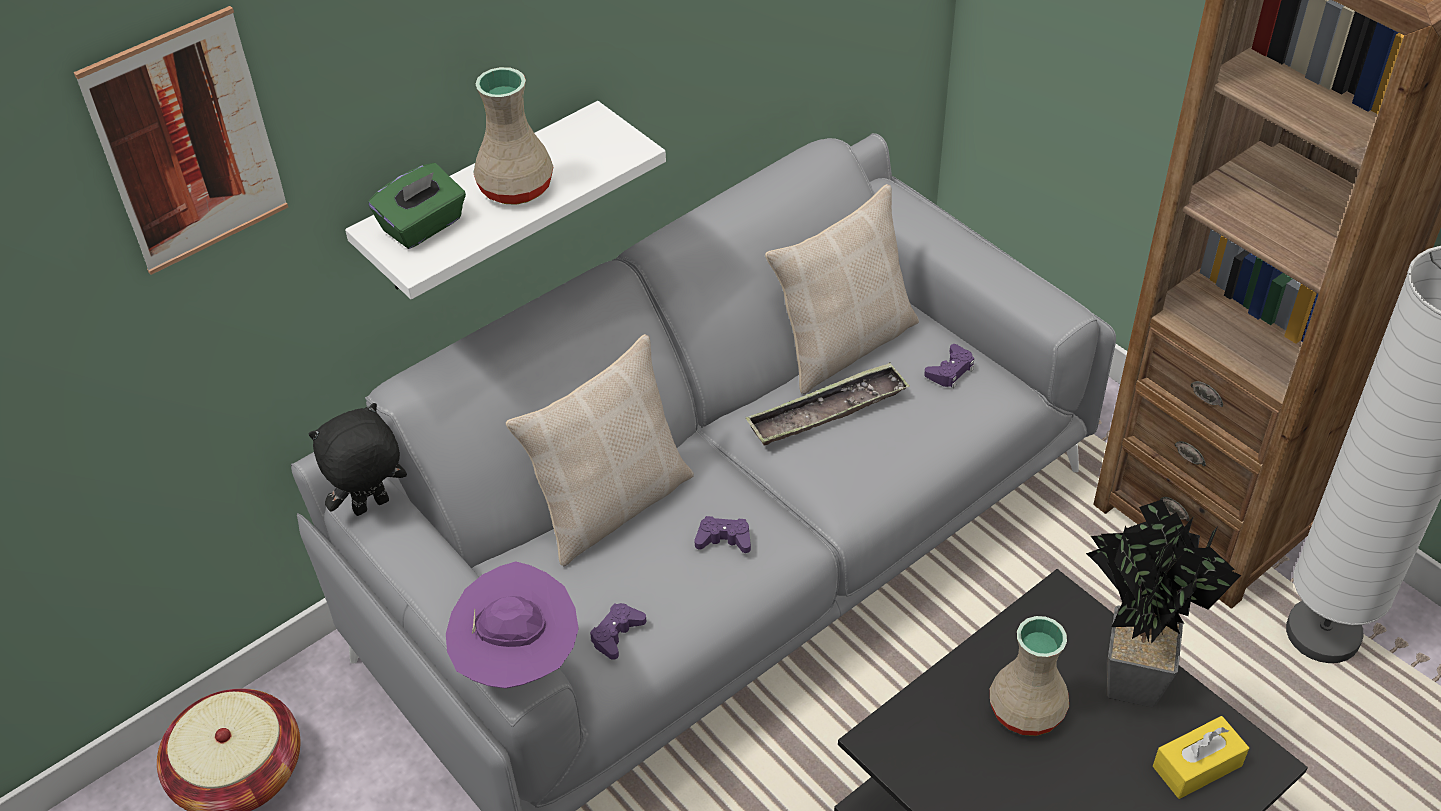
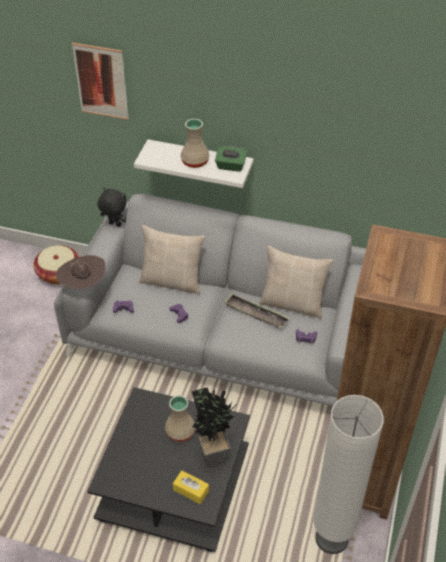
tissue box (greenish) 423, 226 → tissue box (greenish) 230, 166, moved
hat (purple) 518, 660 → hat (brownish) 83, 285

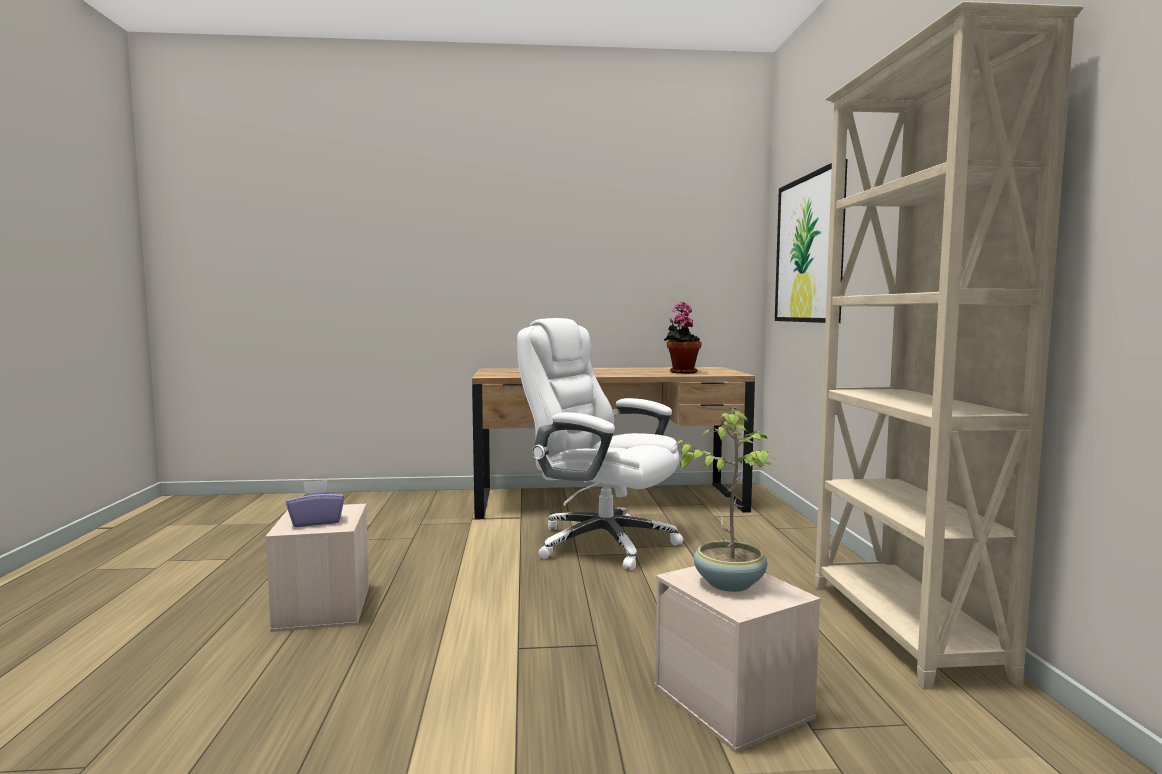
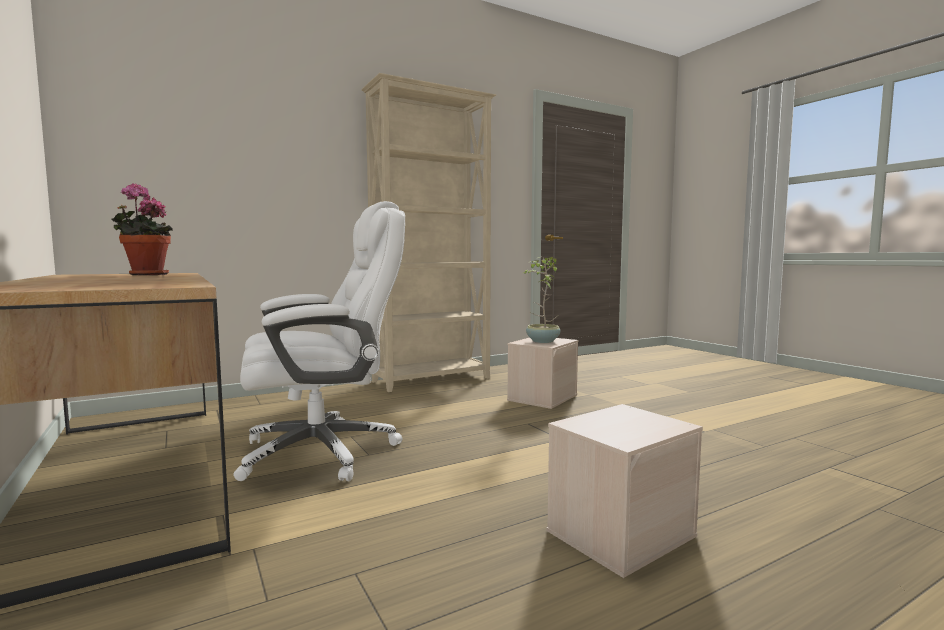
tissue box (purple) 316, 522 → -
wall art 810, 249 → -
desk chair (white-coloured) 601, 542 → desk chair (white-coloured) 323, 451, 120 degrees counterclockwise

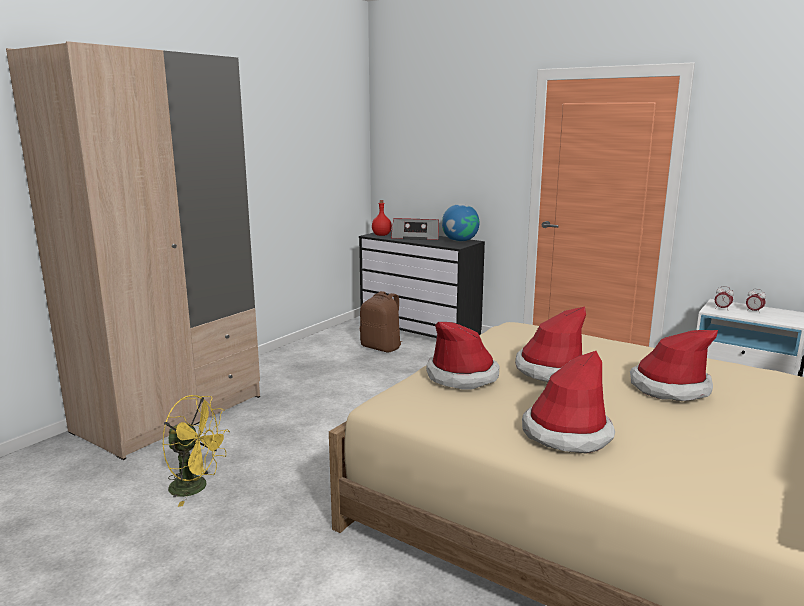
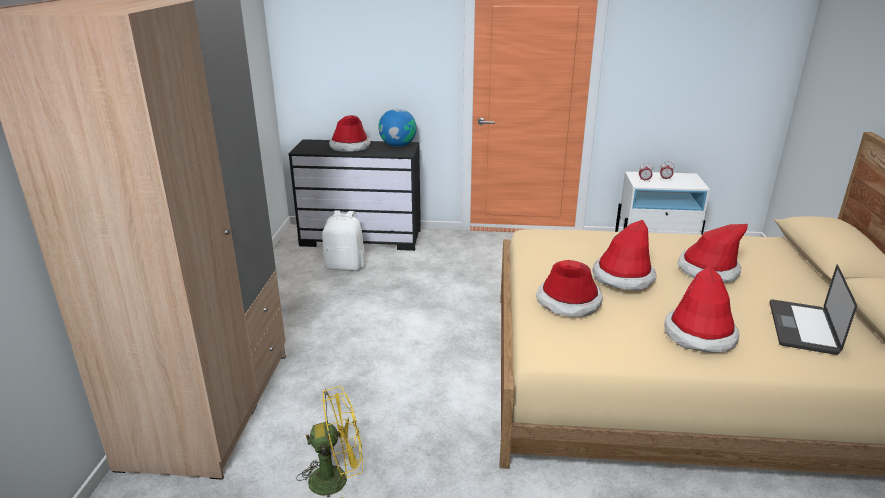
drink bottle (red-coloured) 381, 235 → -
- → notebook computer 802, 328
radio set 416, 237 → hat 350, 147
backpack (brownish) 382, 347 → backpack (white-coloured) 345, 266

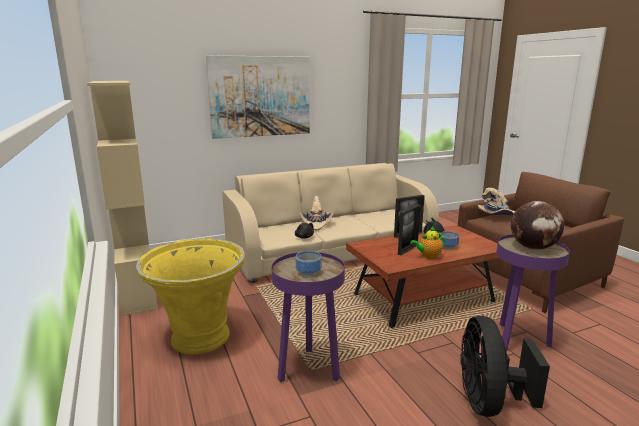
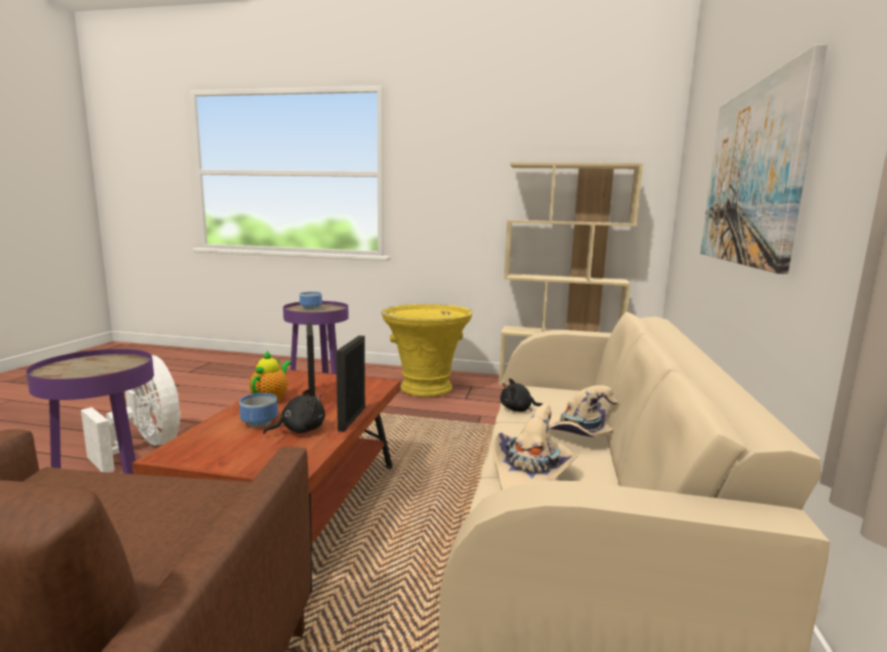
desk globe 533, 248 → -
hat (sand-coloured) 497, 215 → hat (sand-coloured) 530, 473, moved
fan (blackish) 489, 402 → fan (white-coloured) 145, 447

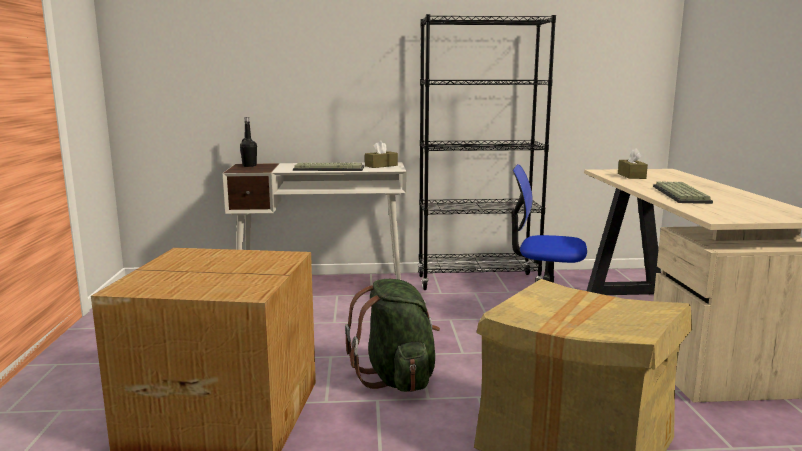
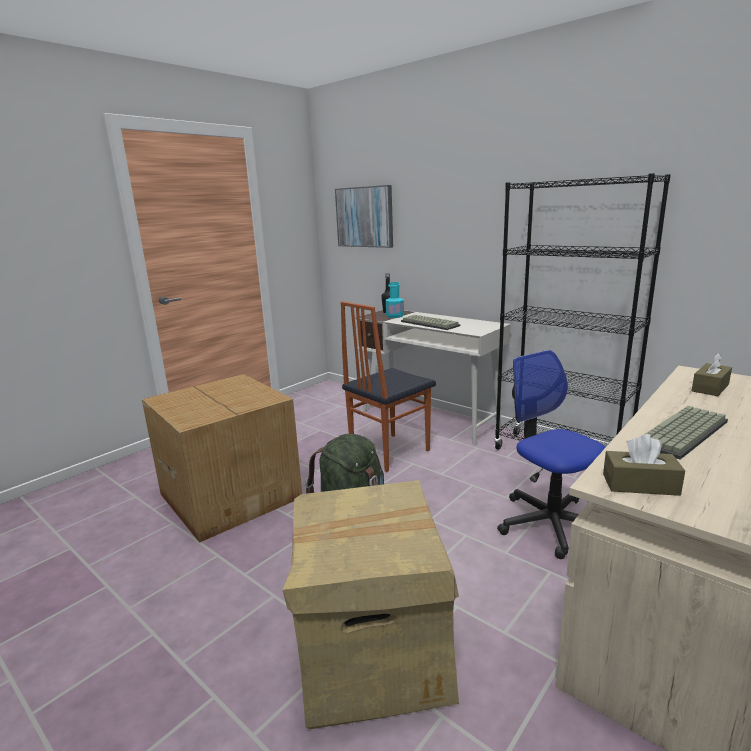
- → wall art 364, 217
- → plain chair 388, 452
- → drink bottle (turquoise-coloured) 395, 316
tissue box (brownish) 381, 166 → tissue box (brownish) 640, 484, moved

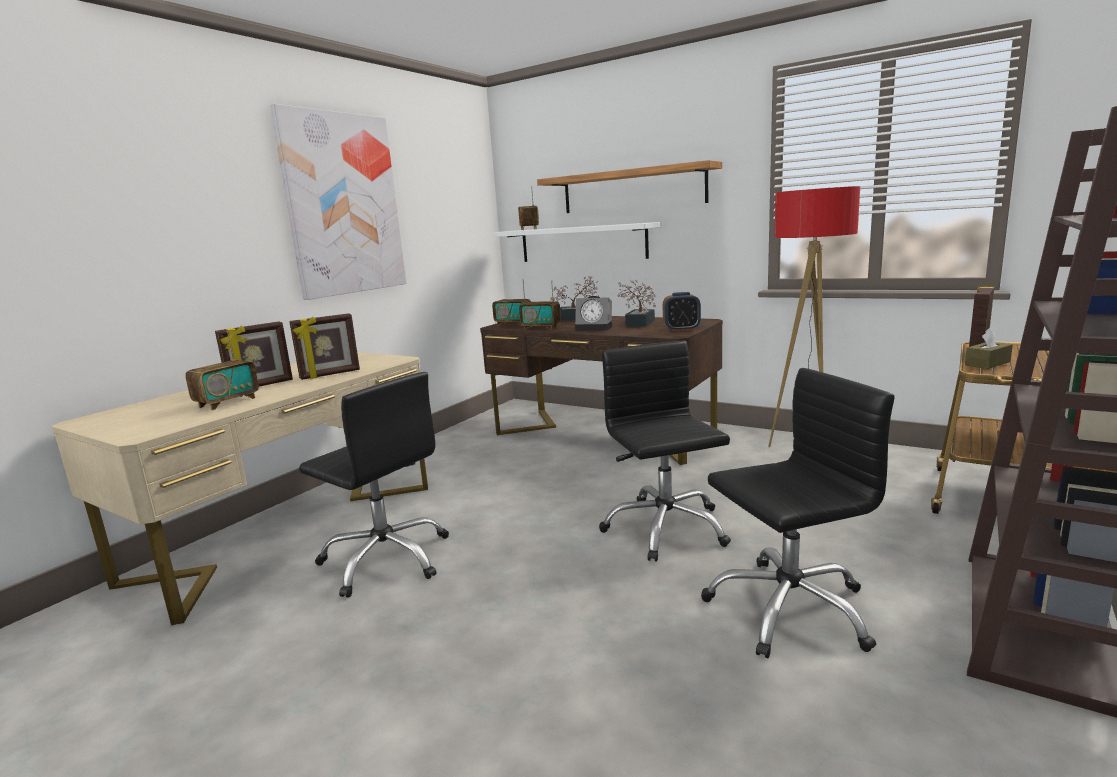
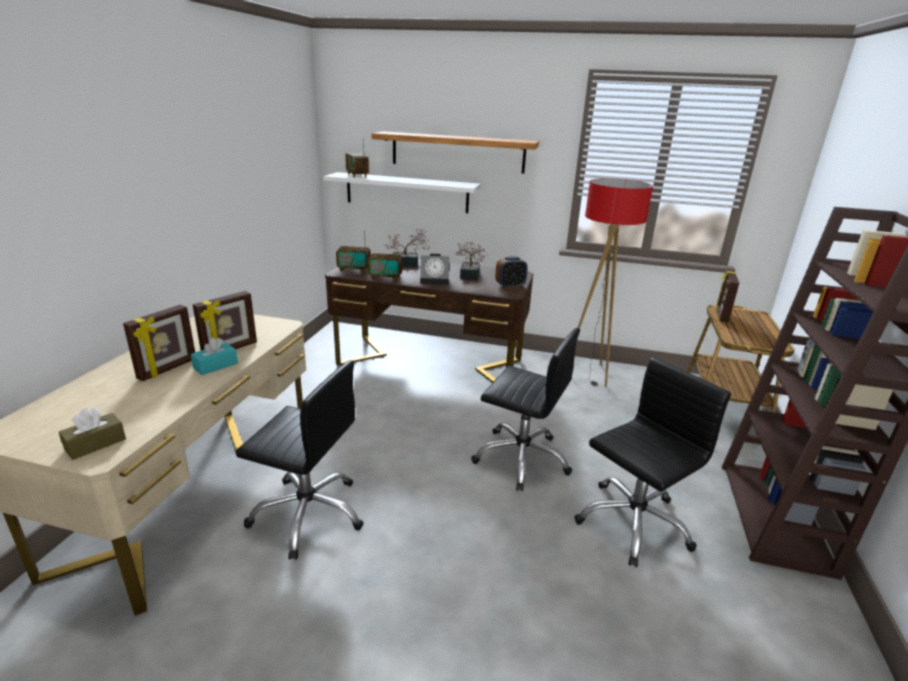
radio set 227, 402 → -
wall art 343, 205 → -
- → tissue box (turquoise-coloured) 215, 366
tissue box (brownish) 987, 363 → tissue box (brownish) 95, 444, moved
desk chair (blackish) 665, 528 → desk chair (blackish) 521, 458, 150 degrees clockwise

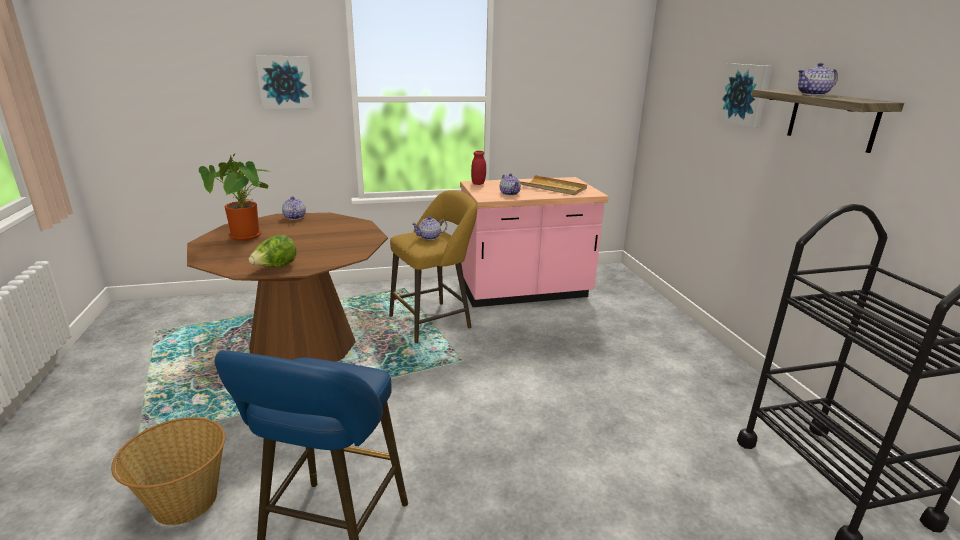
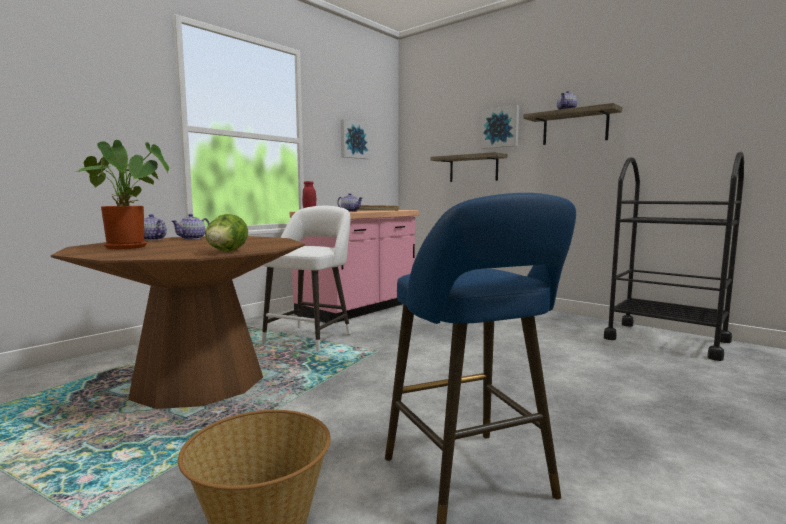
- → shelf 473, 168
wall art 285, 82 → wall art 354, 140, moved
teapot 430, 237 → teapot 192, 238, moved
sitting stool (yellow-coloured) 434, 321 → sitting stool (white-coloured) 310, 337

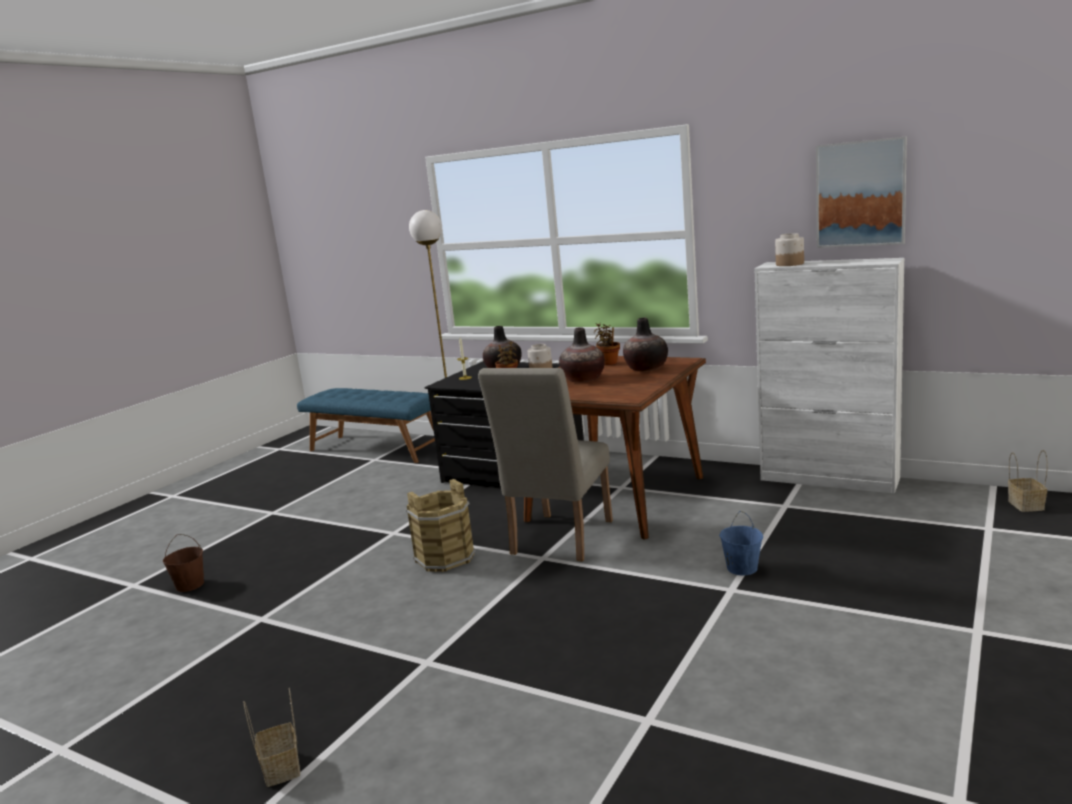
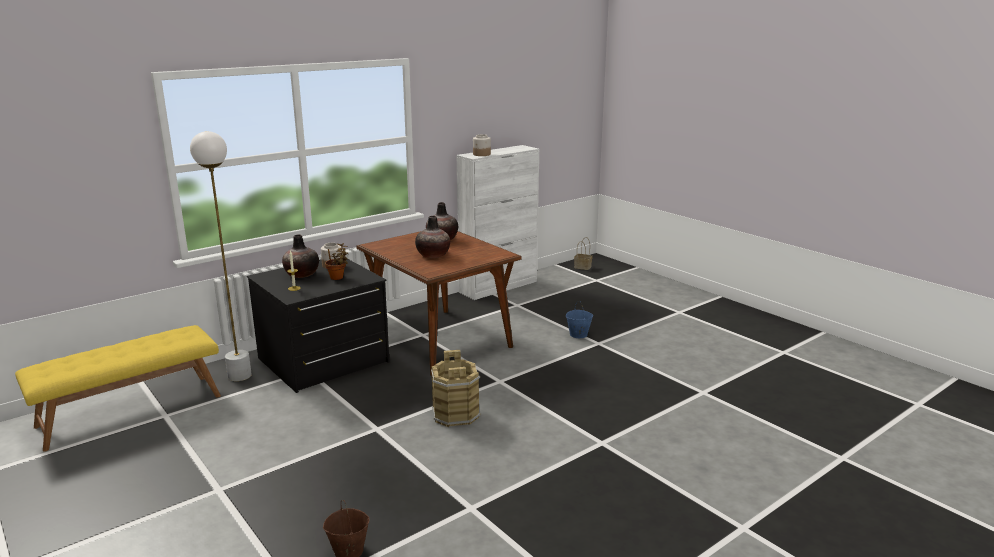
household basket 282, 769 → -
plain chair (sand-coloured) 558, 541 → -
houseplant 608, 363 → -
wall art 860, 194 → -
bench (blue-coloured) 376, 448 → bench (yellow-coloured) 130, 410

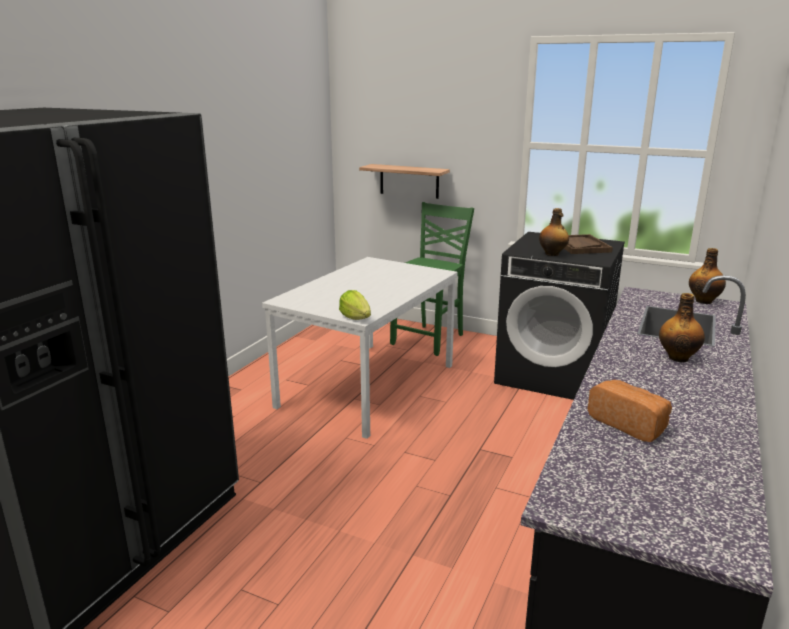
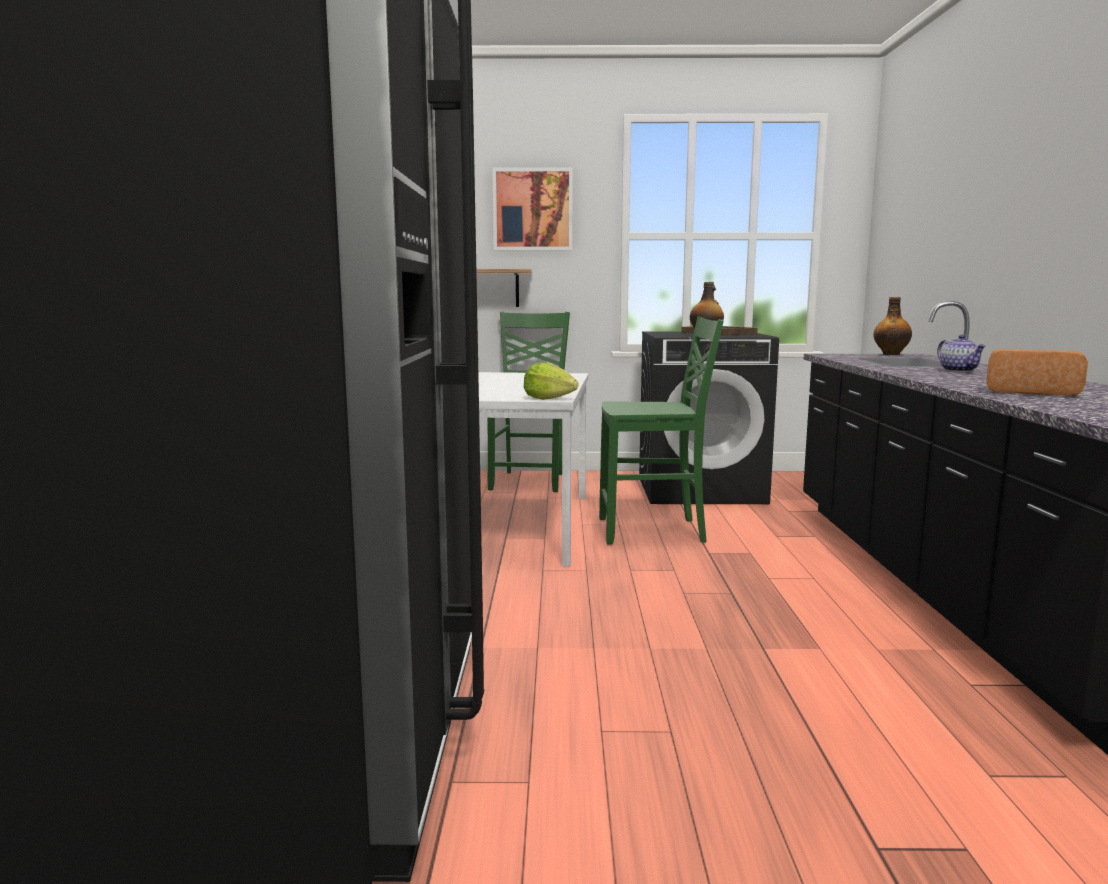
- → wall art 532, 209
- → plain chair (greenish) 653, 531
drink bottle 678, 357 → teapot 959, 371

